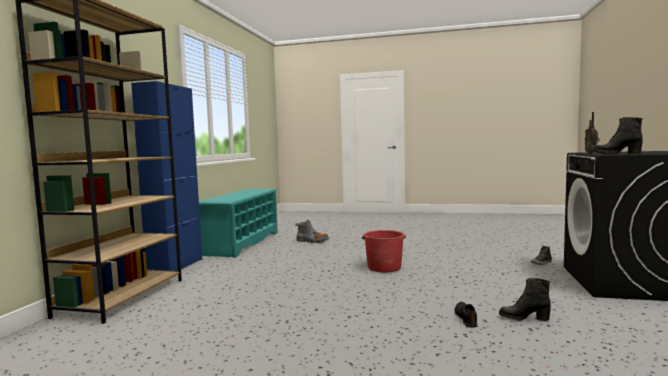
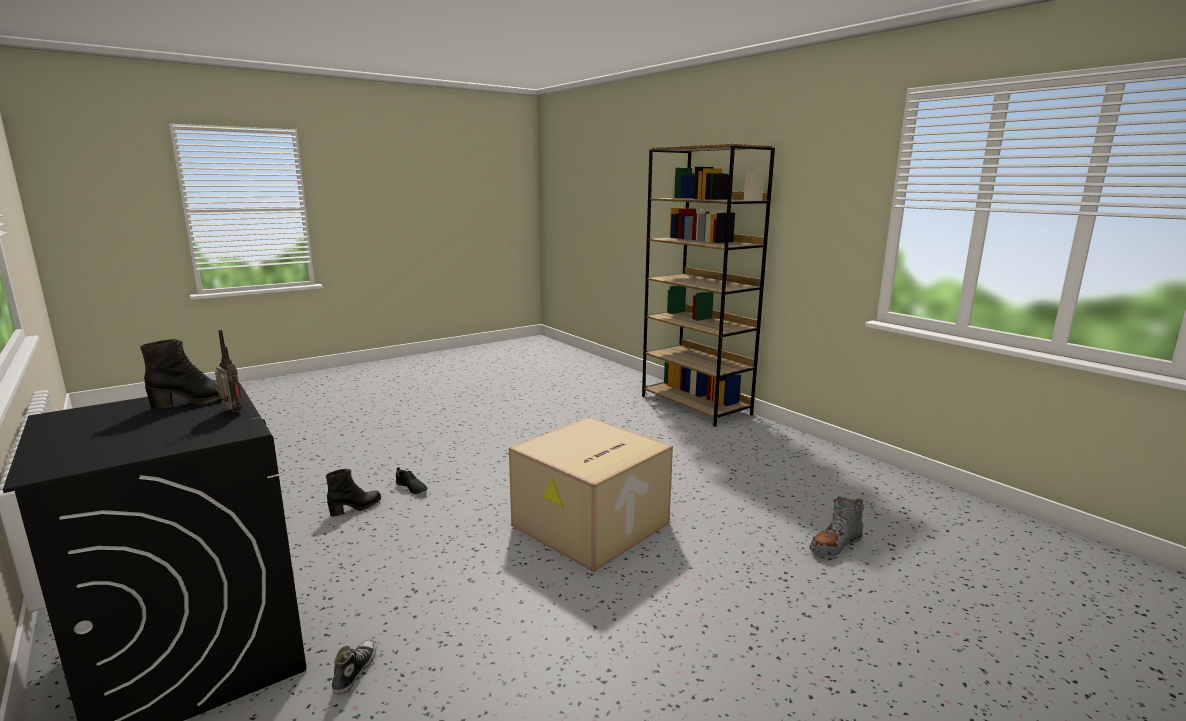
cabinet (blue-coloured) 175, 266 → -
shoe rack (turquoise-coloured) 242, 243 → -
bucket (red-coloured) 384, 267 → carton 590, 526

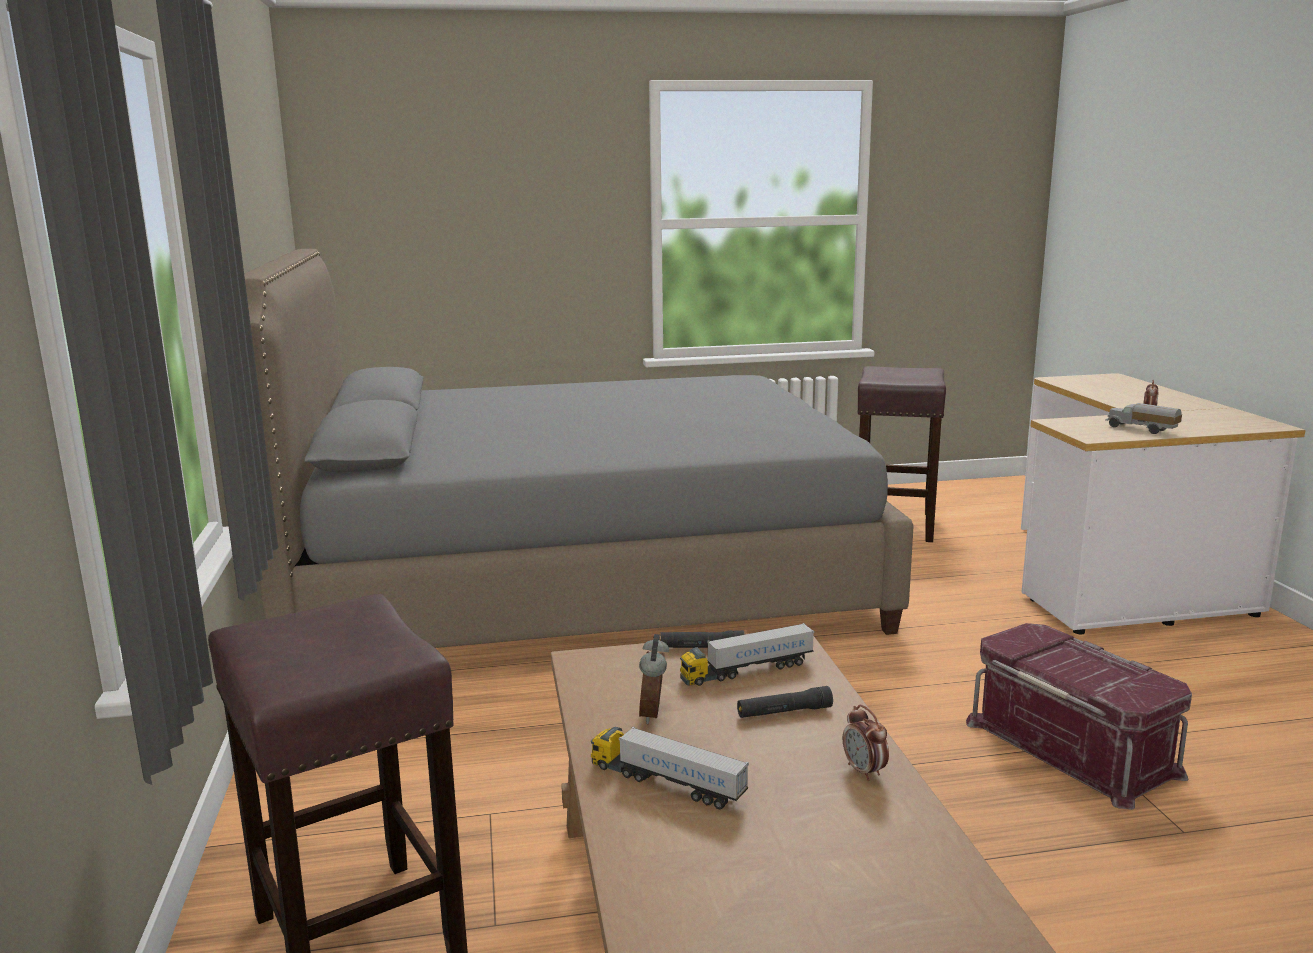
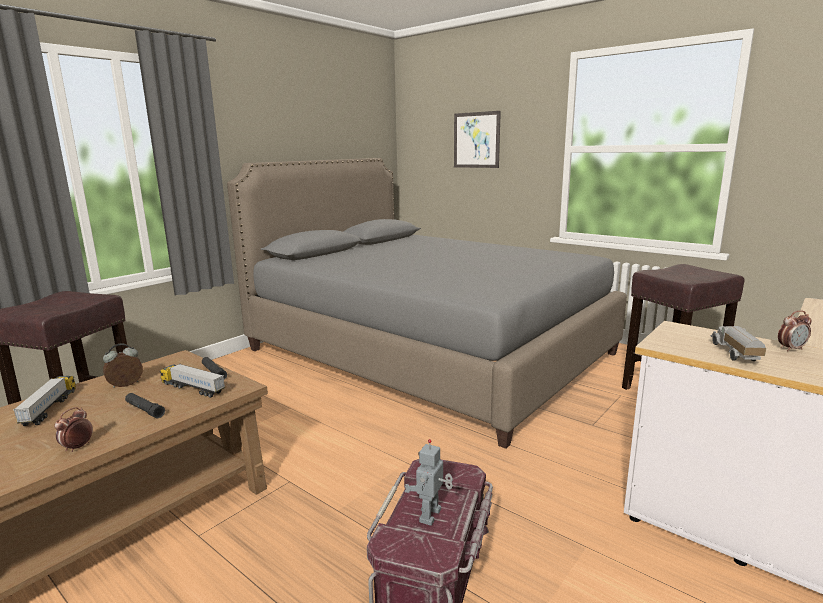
- → robot figure 431, 516
- → wall art 476, 140

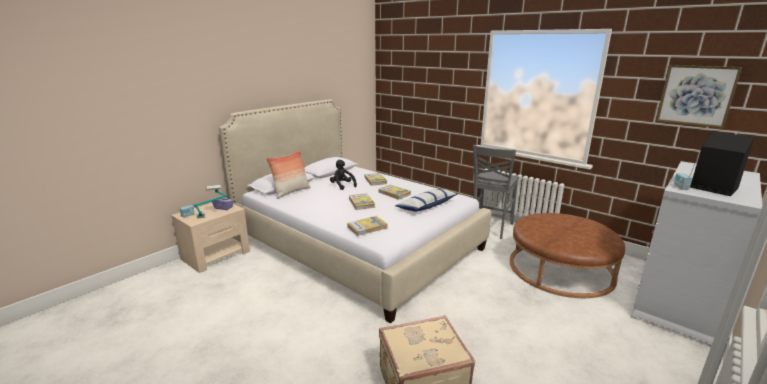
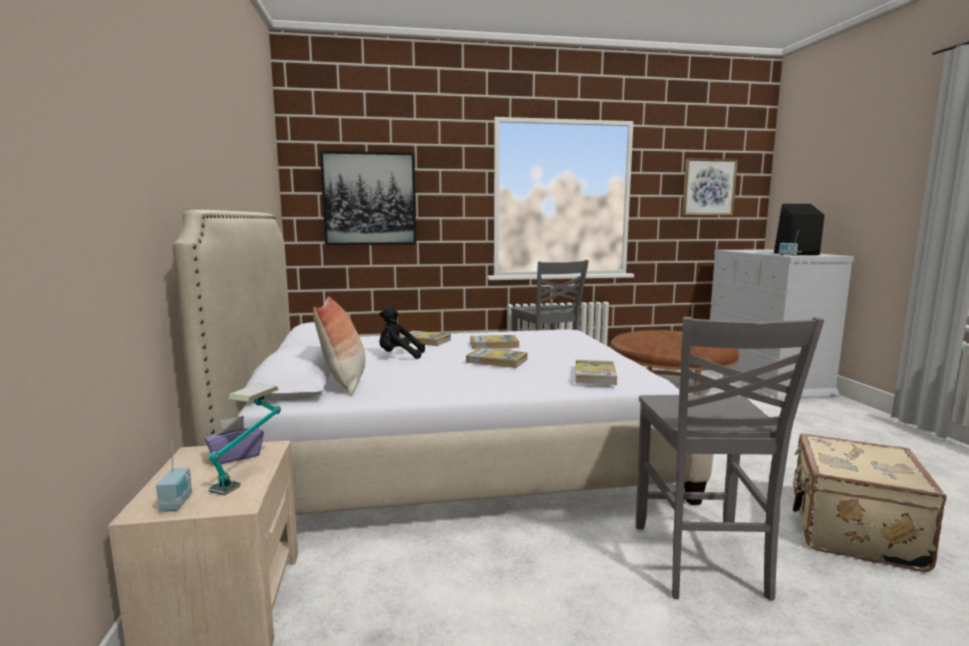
pillow 426, 206 → -
- → wall art 369, 199
- → plain chair (greyish) 701, 561

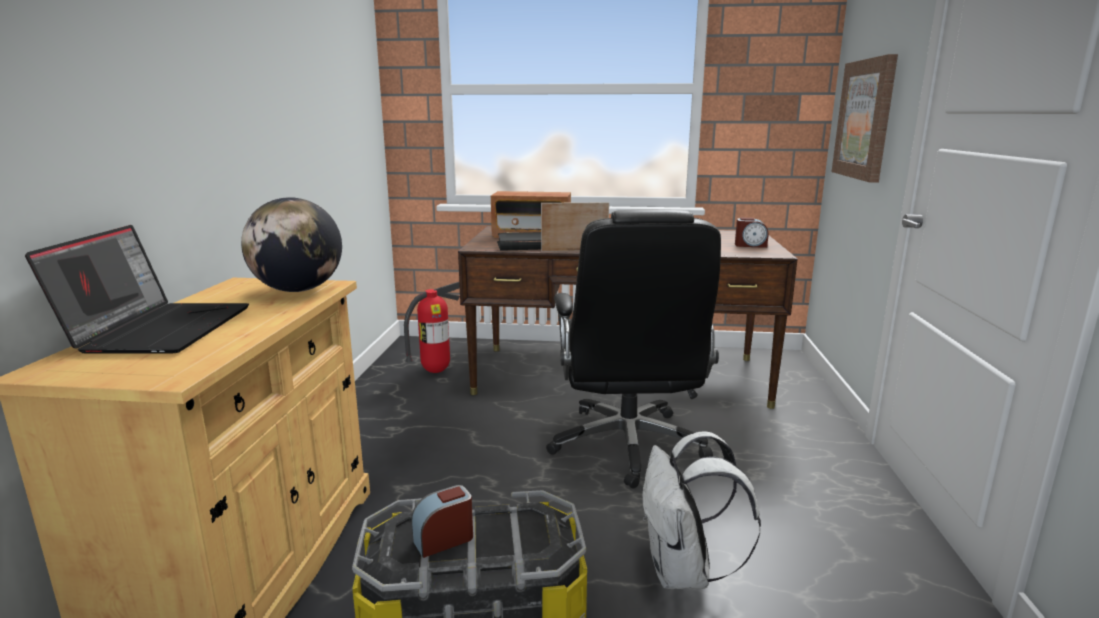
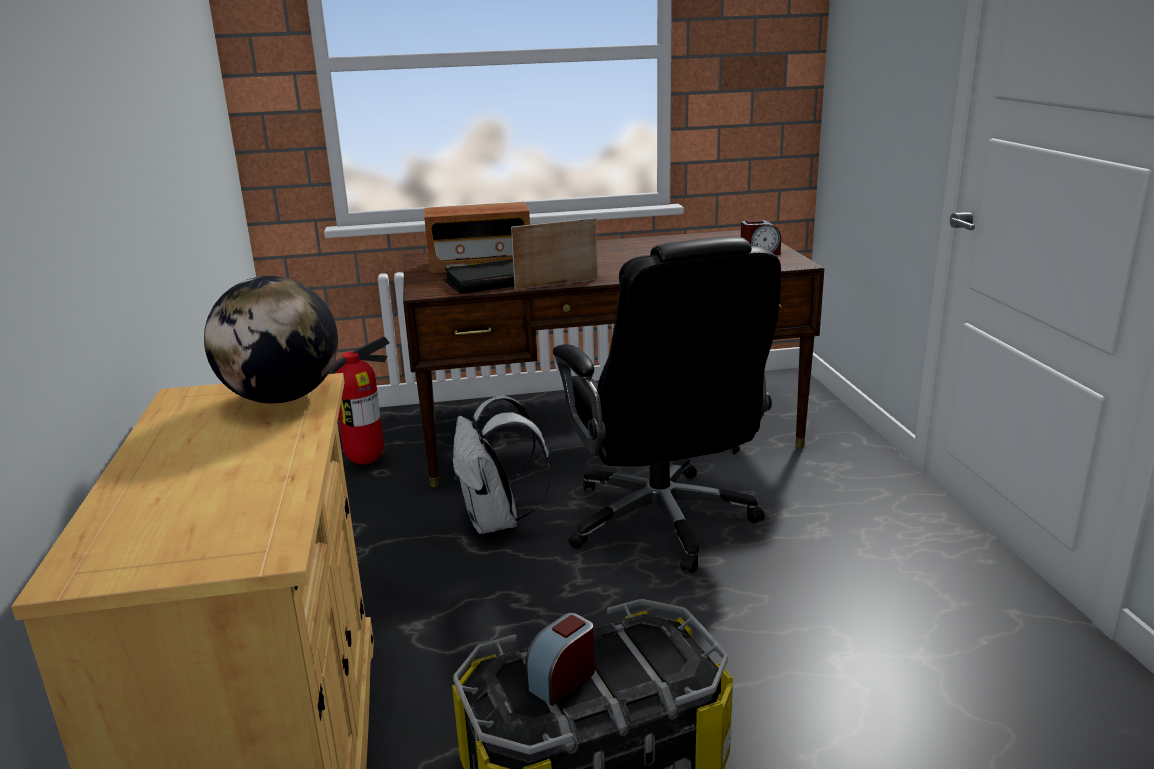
notebook computer 160, 328 → -
wall art 865, 119 → -
backpack (white-coloured) 683, 573 → backpack (white-coloured) 497, 522, moved

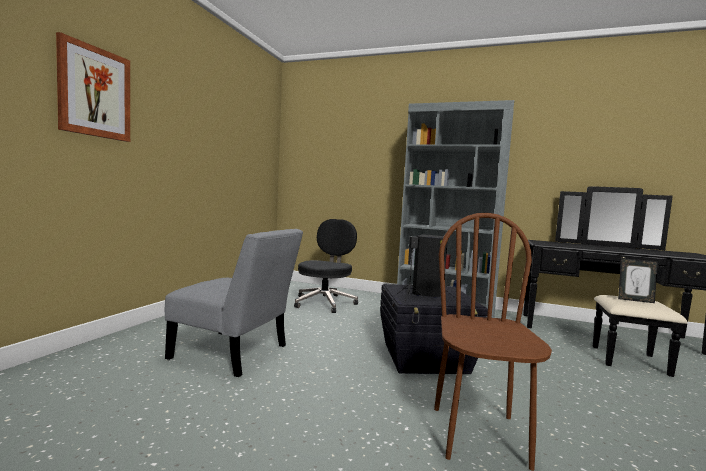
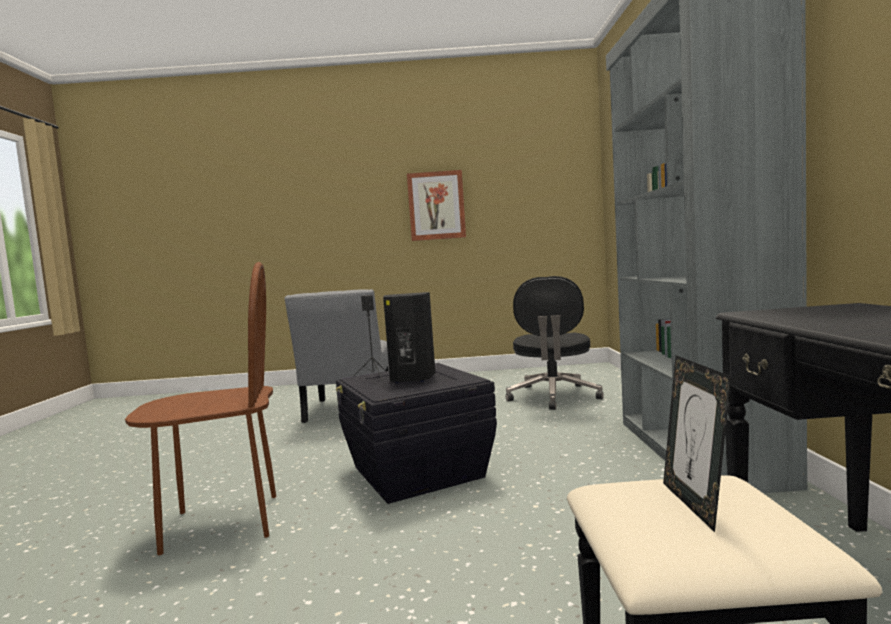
wall art 95, 92 → wall art 436, 205, moved
desk chair (blackish) 325, 302 → desk chair (blackish) 553, 396, 105 degrees clockwise

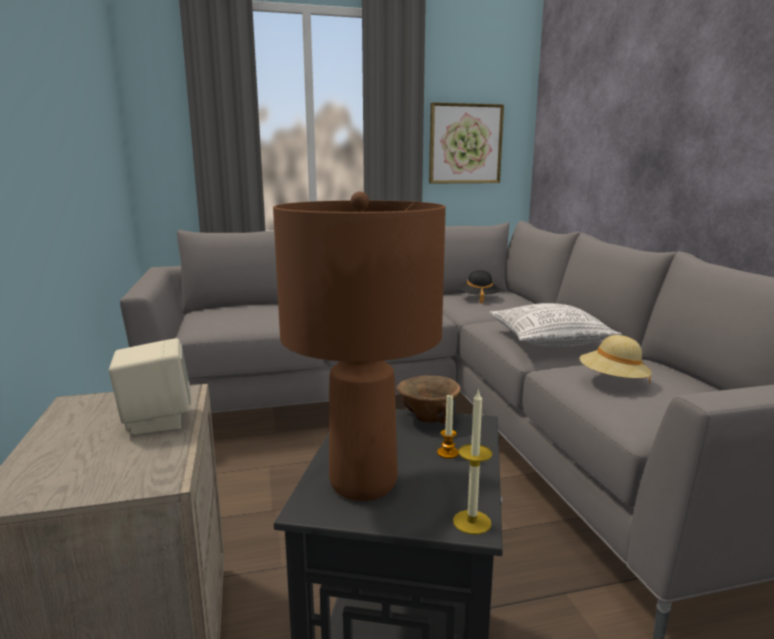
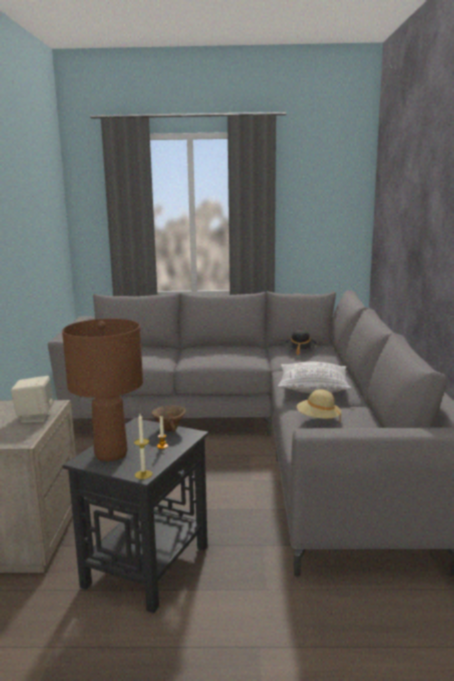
wall art 465, 144 → -

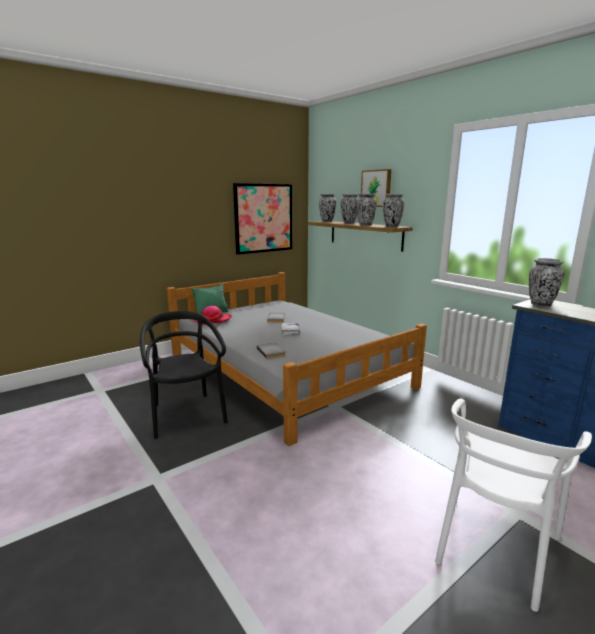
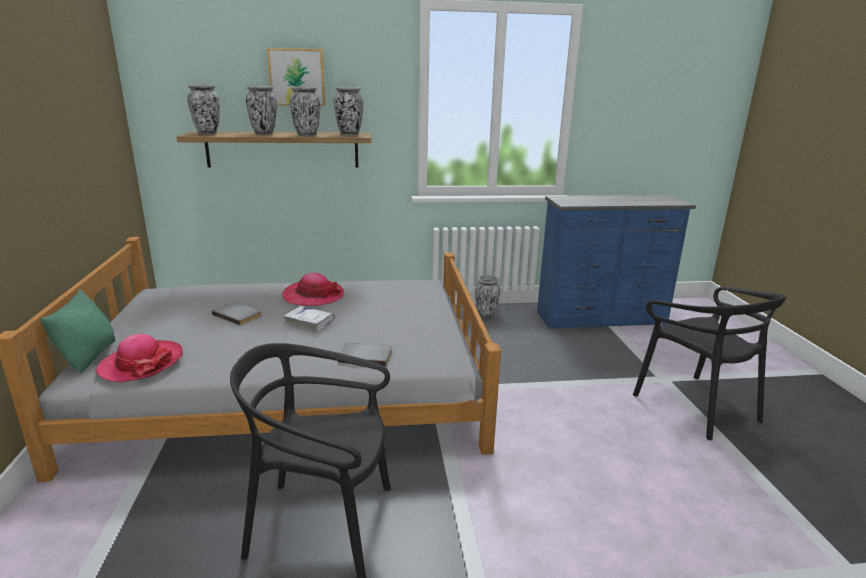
wall art 263, 218 → -
- → hat 313, 296
vase 541, 304 → vase 486, 314, moved
plain chair (white-coloured) 494, 545 → plain chair (blackish) 696, 406

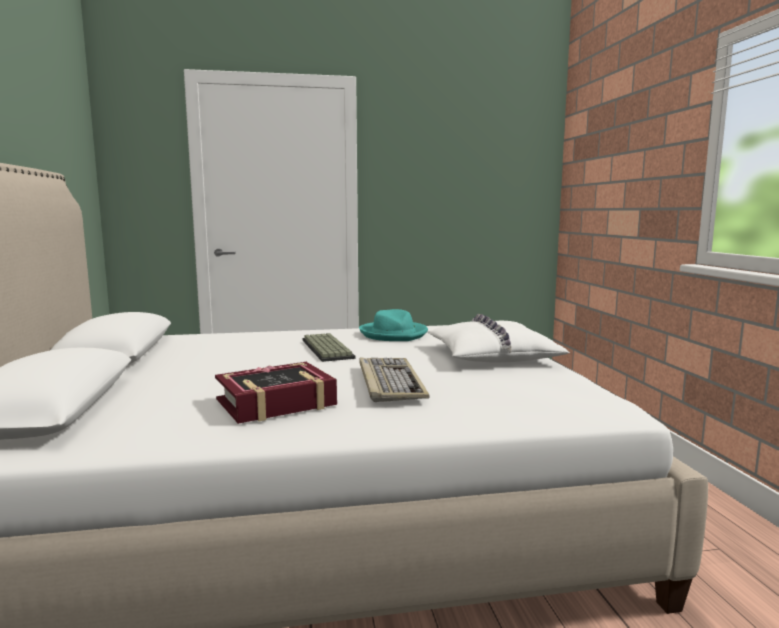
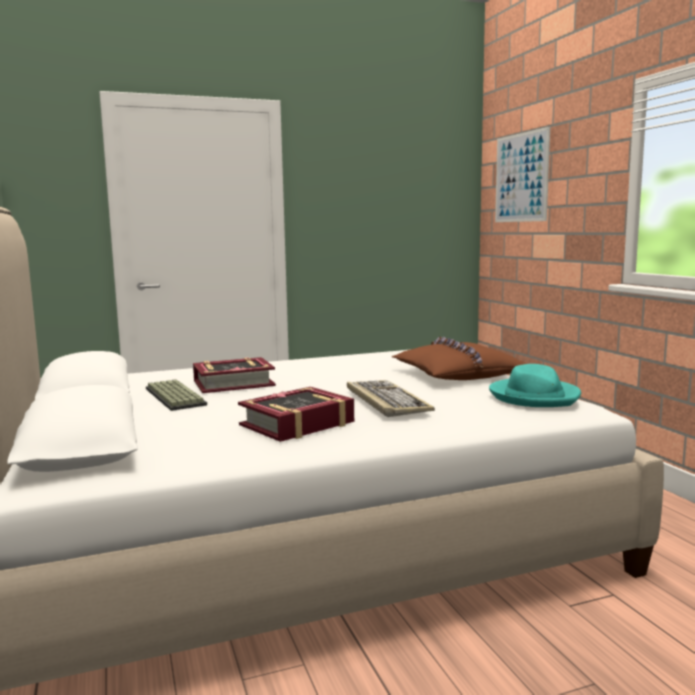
- → book 233, 383
- → wall art 521, 177
keyboard 325, 349 → keyboard 172, 396, moved
hat (turquoise-coloured) 394, 334 → hat (turquoise-coloured) 534, 396, moved
pillow (white-coloured) 491, 355 → pillow (brownish) 457, 375

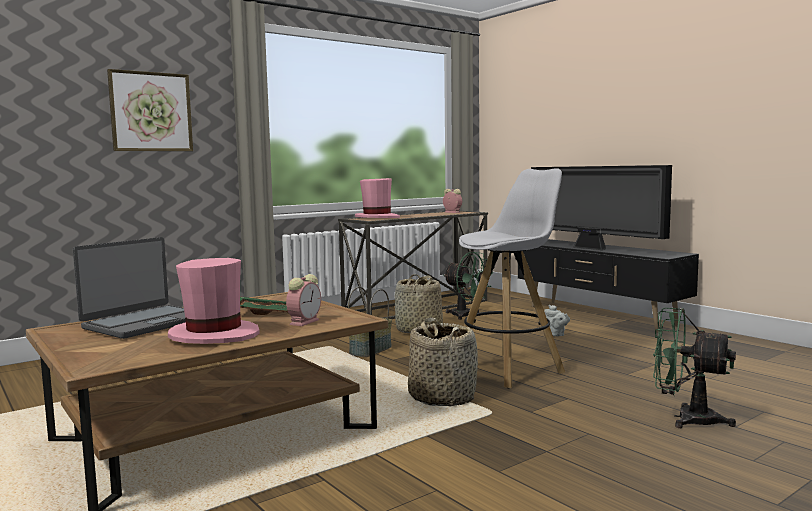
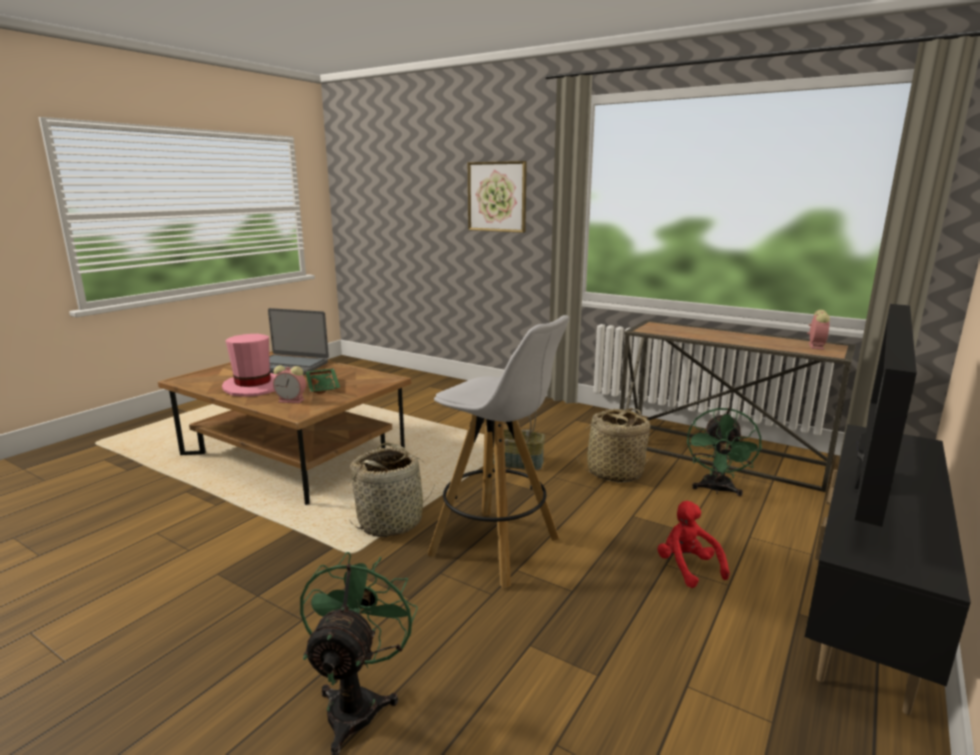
hat (pink-coloured) 377, 217 → -
teapot (greyish) 555, 335 → plush toy (red-coloured) 687, 567

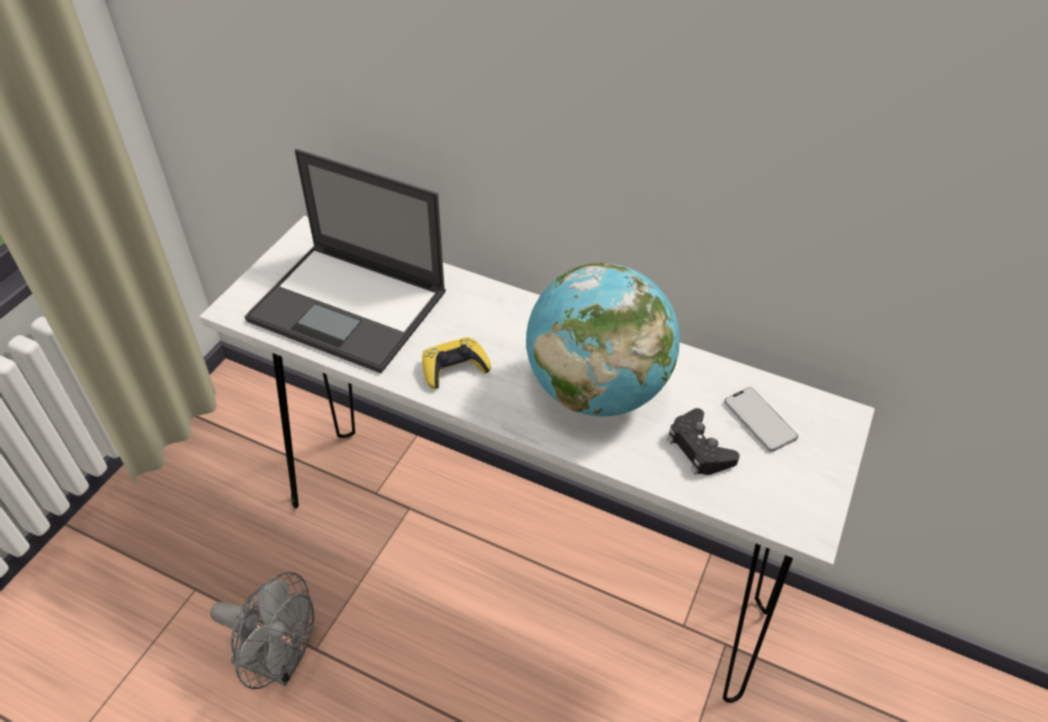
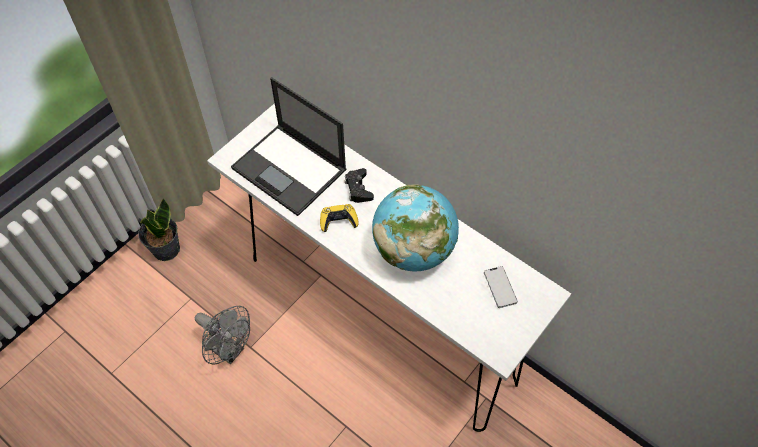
- → houseplant 165, 249
joypad (blackish) 699, 448 → joypad (blackish) 358, 189, moved

